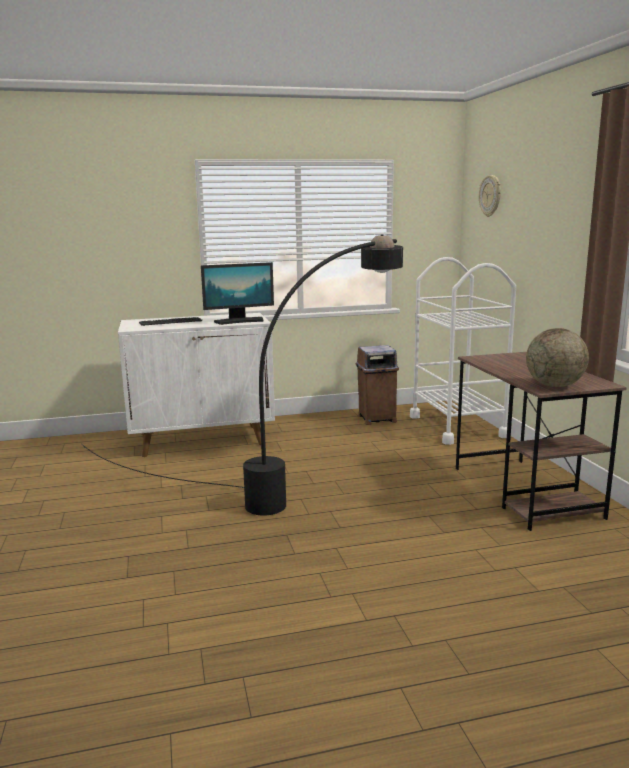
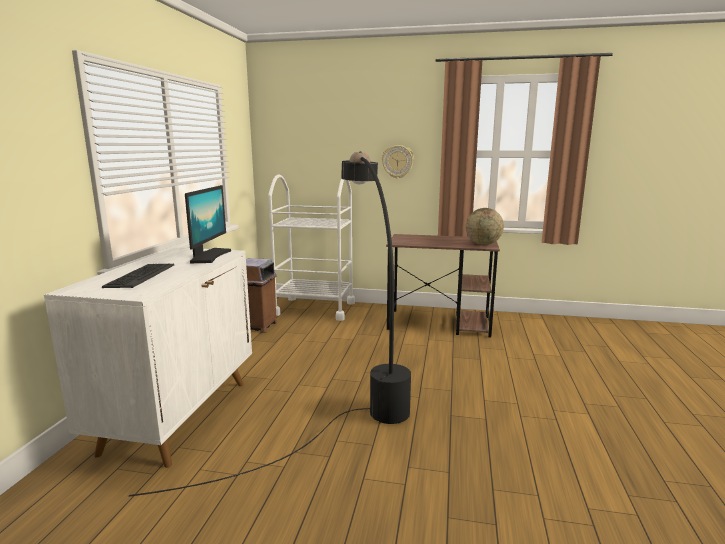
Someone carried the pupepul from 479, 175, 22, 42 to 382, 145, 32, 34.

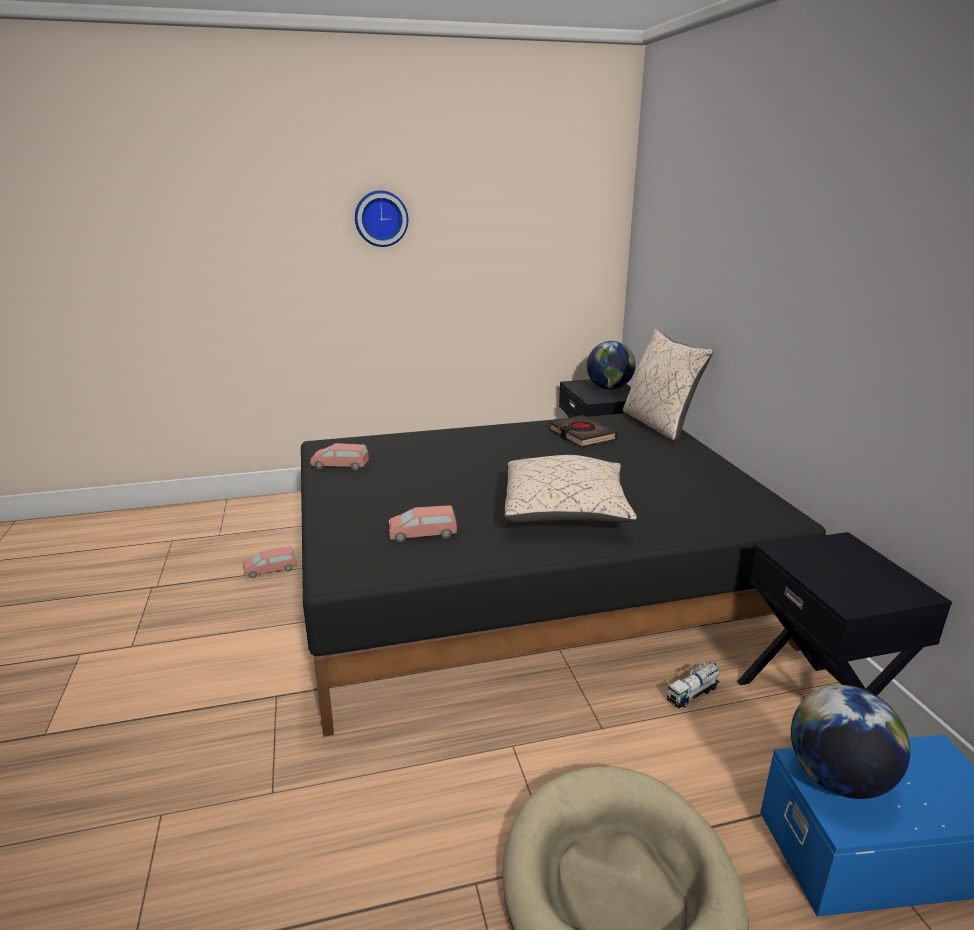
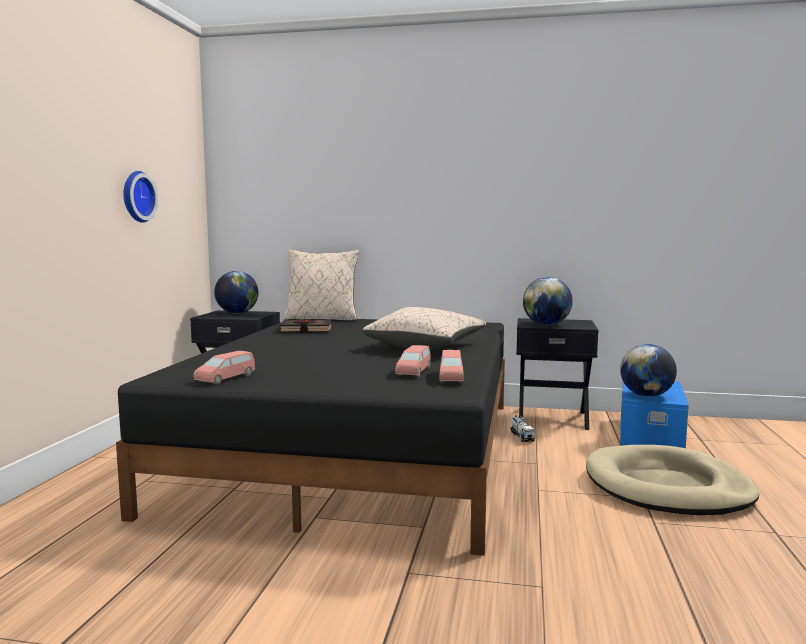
Someone put down the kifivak at 523, 277, 50, 48.
Someone carried the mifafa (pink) from 243, 546, 54, 32 to 439, 350, 25, 33.
Someone carried the pupepul from 355, 190, 53, 57 to 123, 171, 35, 52.

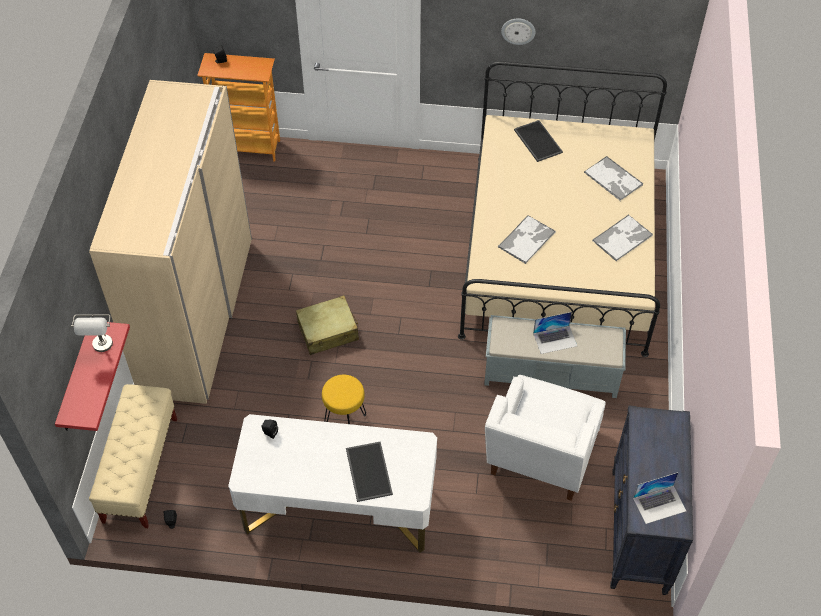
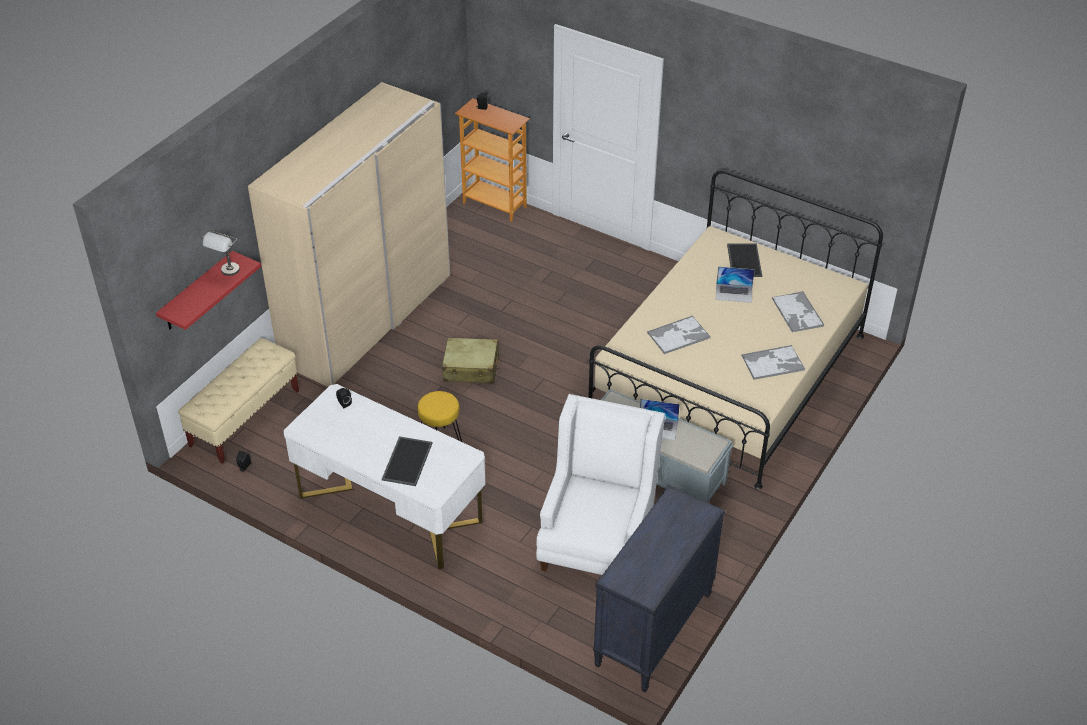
Someone took away the pupepul at 501, 18, 35, 27.
Someone carried the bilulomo from 633, 472, 53, 52 to 716, 266, 39, 37.
Someone rotated the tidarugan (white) at 485, 375, 121, 126 by 150 degrees clockwise.

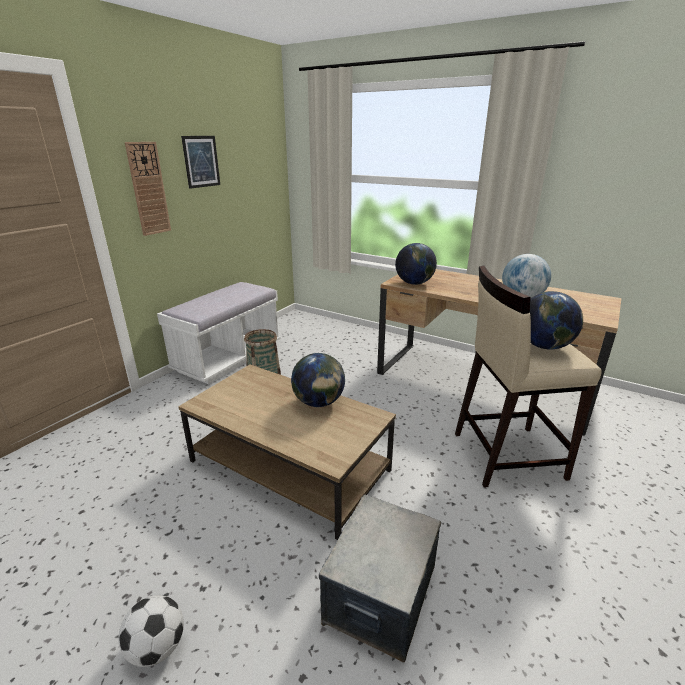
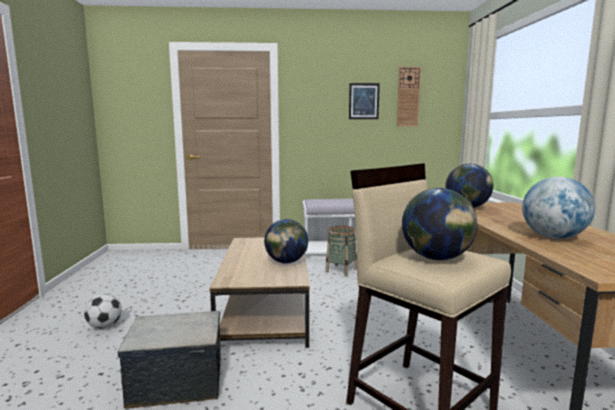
Someone carried the pupepul from 125, 142, 46, 94 to 397, 67, 24, 59.

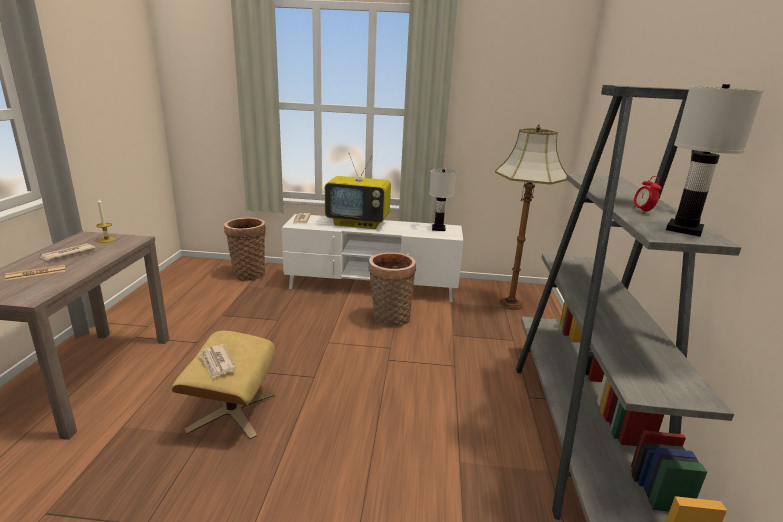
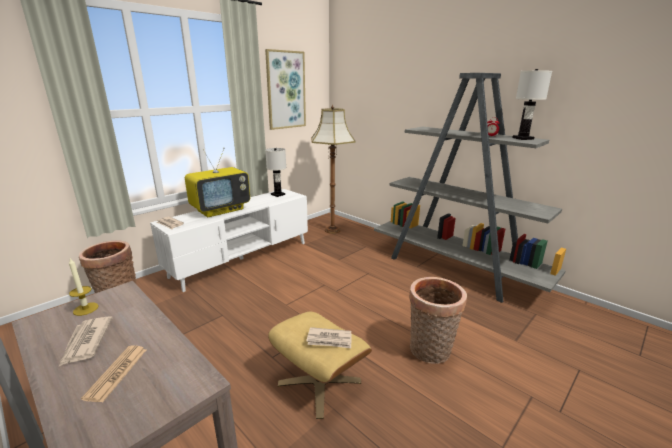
Someone put up the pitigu at 265, 49, 41, 81.
Someone carried the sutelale from 368, 252, 48, 75 to 409, 277, 58, 87.

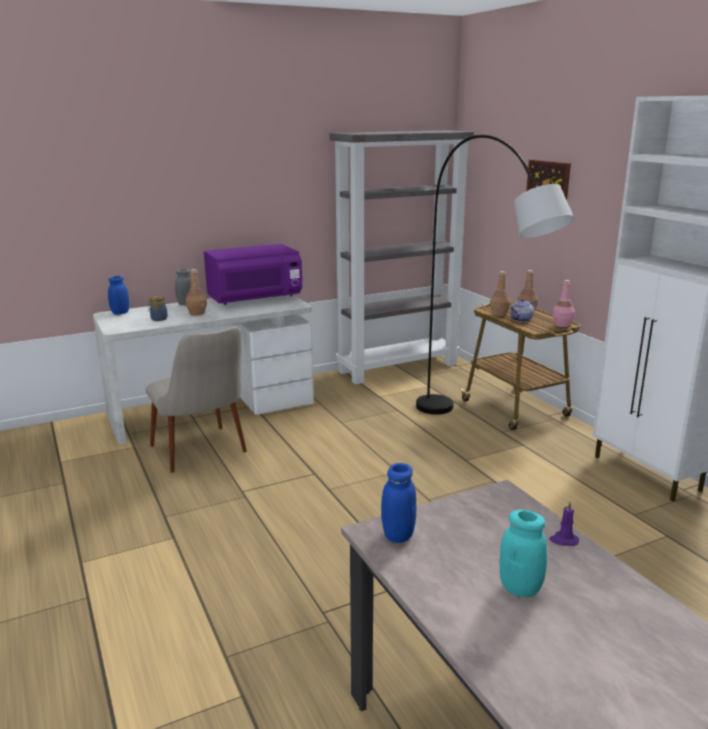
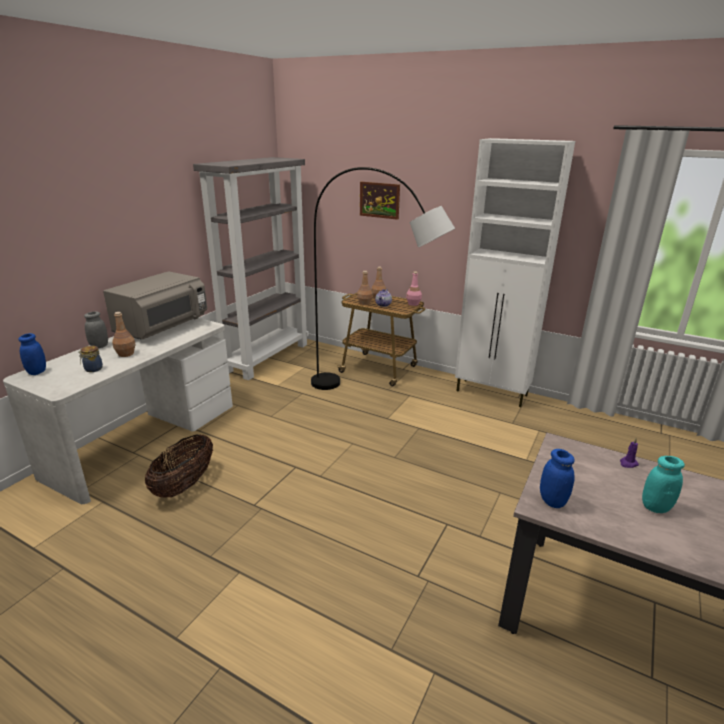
Someone swapped the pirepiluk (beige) at 146, 326, 101, 147 for the sutelale at 145, 435, 68, 63.
Someone repainted the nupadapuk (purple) at 204, 244, 98, 61, which became the nupadapuk (grey) at 103, 271, 104, 68.

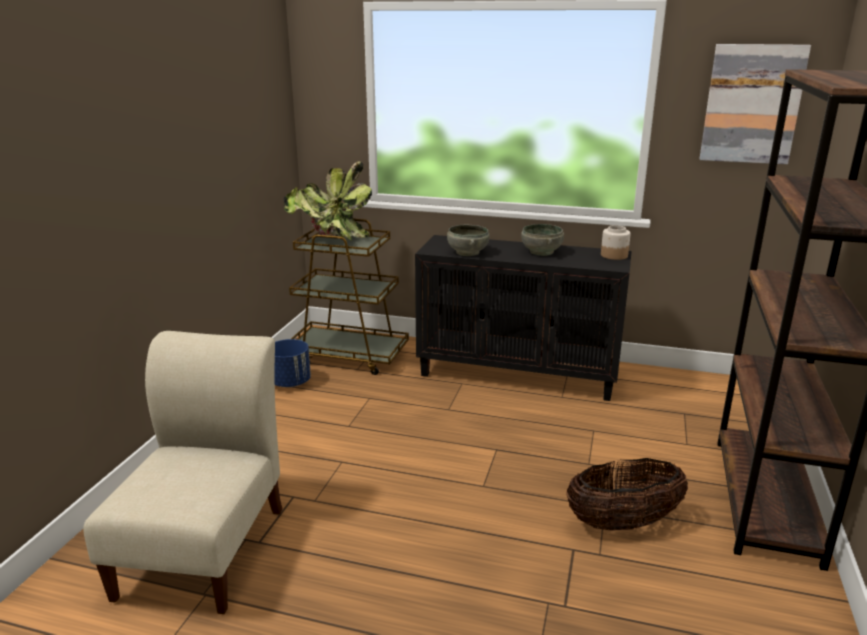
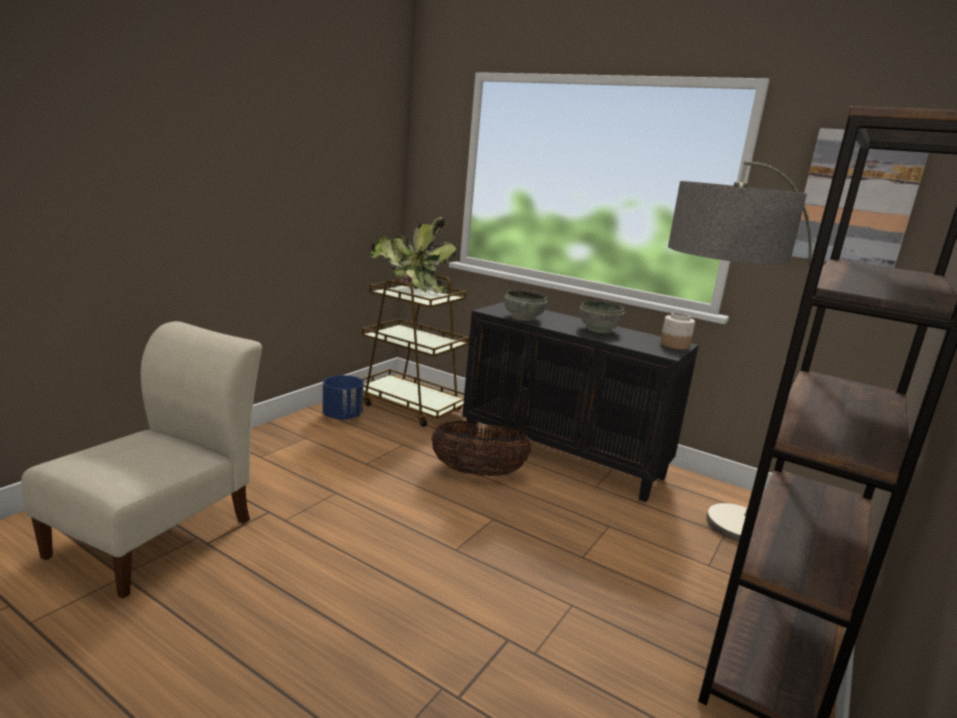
Someone put down the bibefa at 668, 161, 144, 381.
Someone carried the sutelale from 566, 458, 122, 73 to 431, 421, 101, 56.

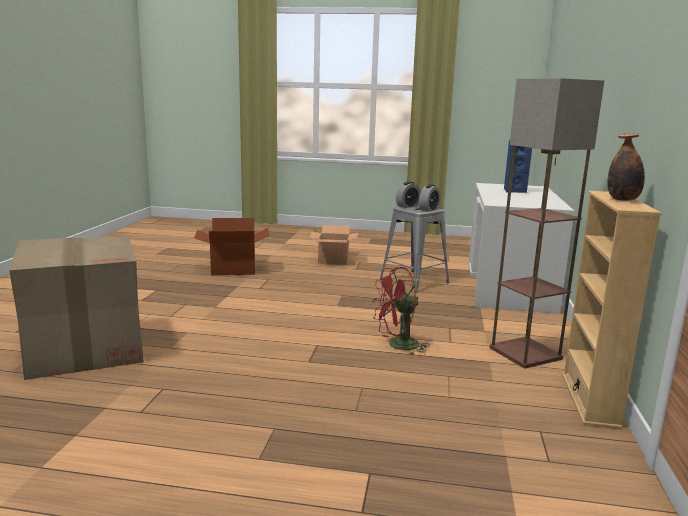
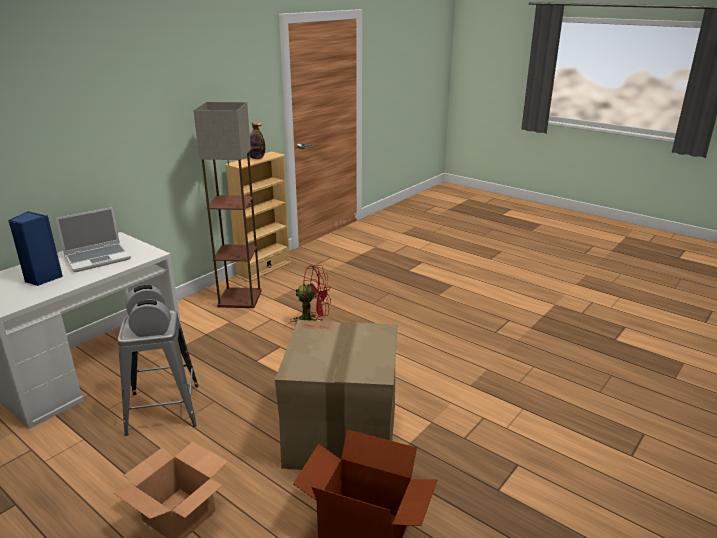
Someone put down the bilulomo at 56, 207, 75, 65.
Someone carried the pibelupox from 9, 236, 135, 144 to 275, 320, 123, 150.

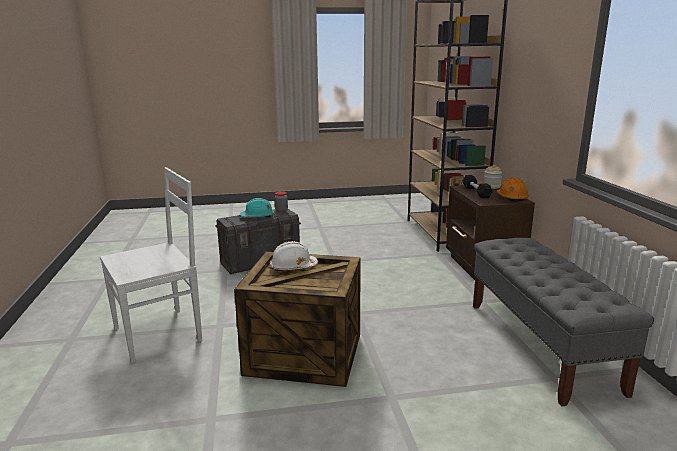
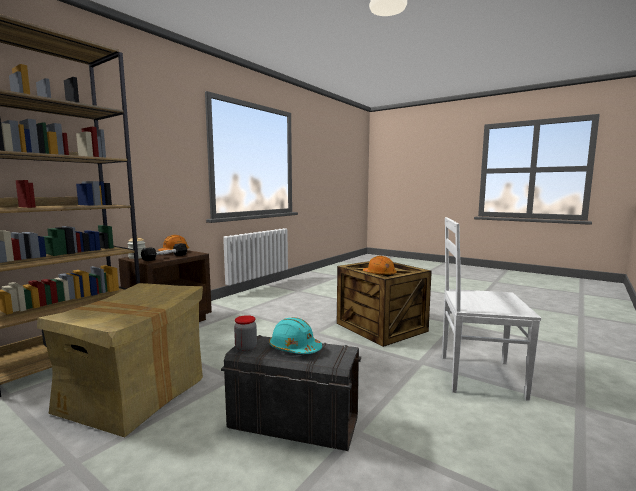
Someone took away the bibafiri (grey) at 473, 238, 181, 169.
Someone put down the pibelupox at 37, 283, 166, 154.
Someone repainted the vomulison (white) at 270, 241, 48, 30, which became the vomulison (orange) at 363, 256, 34, 21.

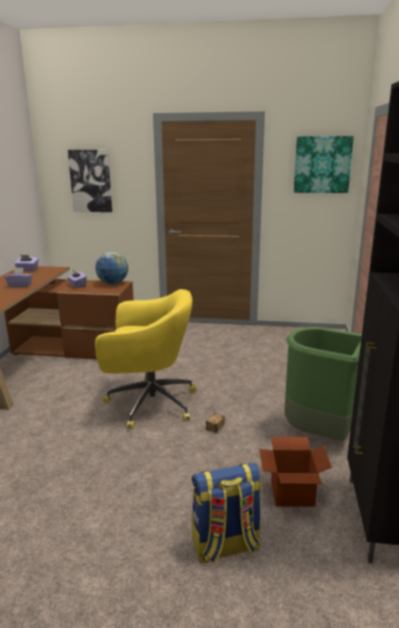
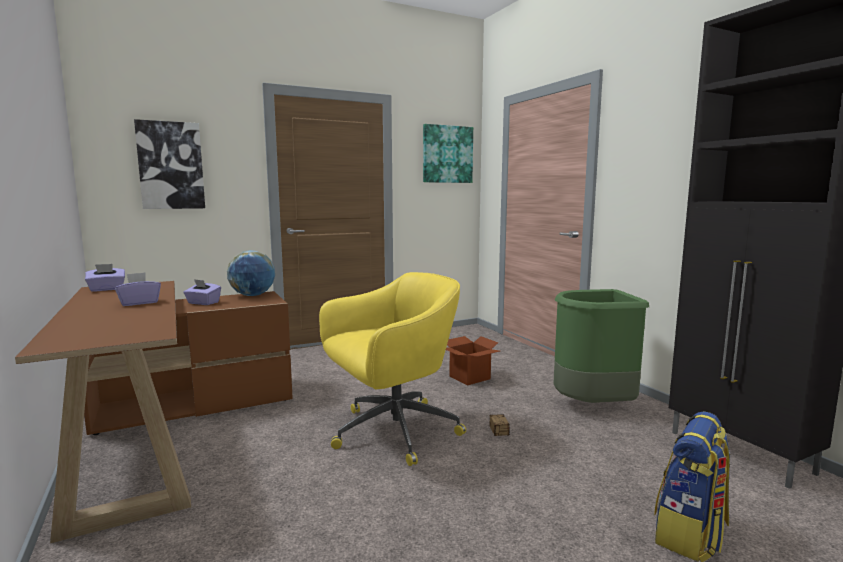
Someone carried the pibelupox from 259, 437, 73, 70 to 446, 336, 54, 49.

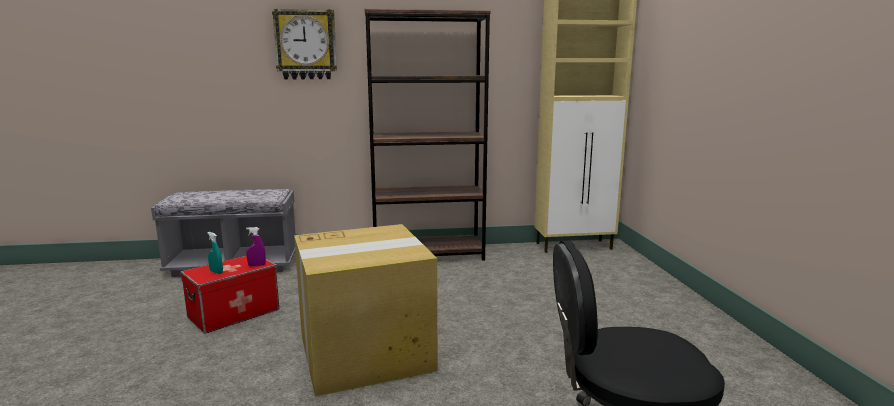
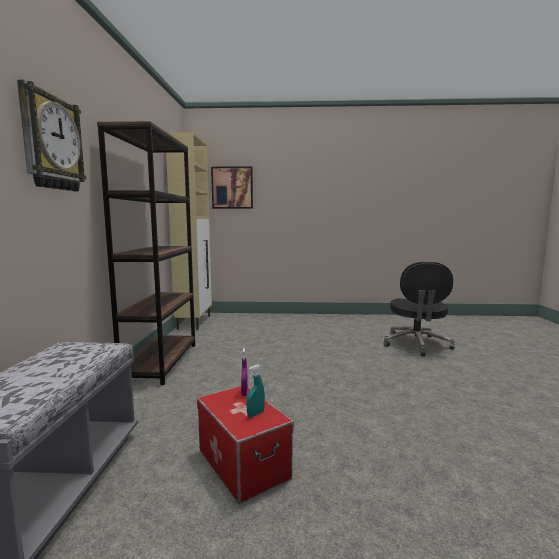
Someone took away the pibelupox at 294, 224, 144, 173.
Someone put up the pitigu at 211, 166, 42, 43.

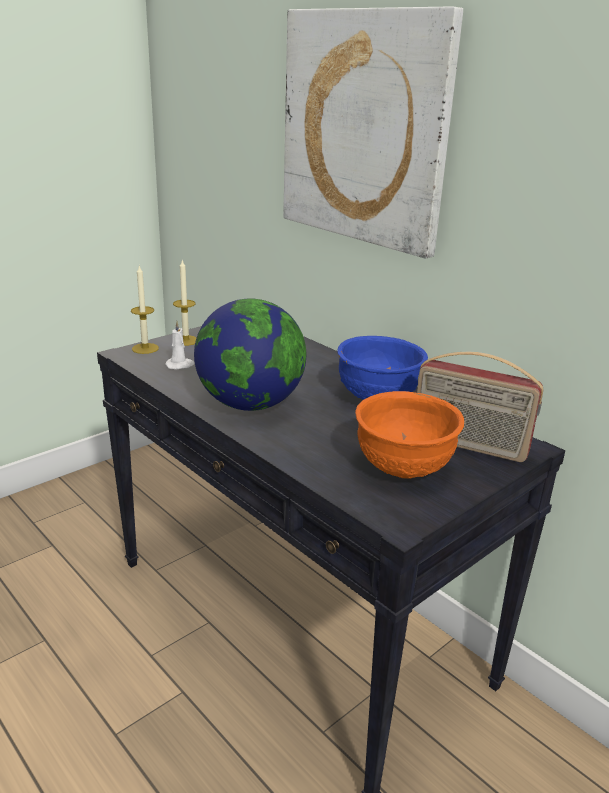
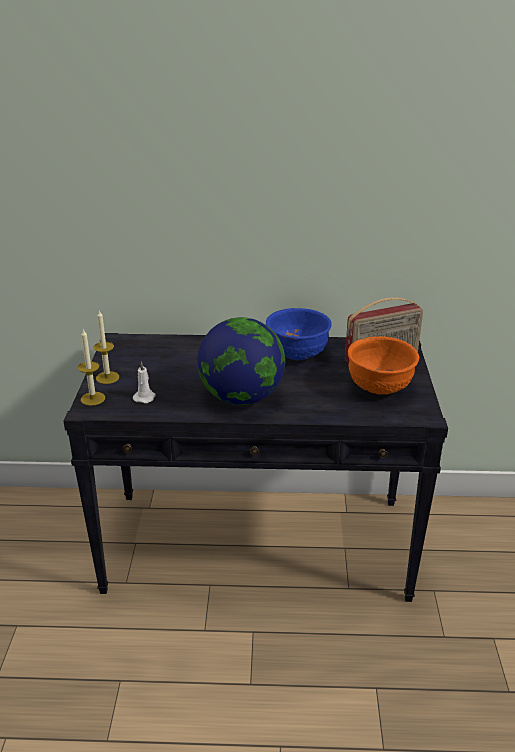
Someone took away the pitigu at 283, 6, 180, 252.

